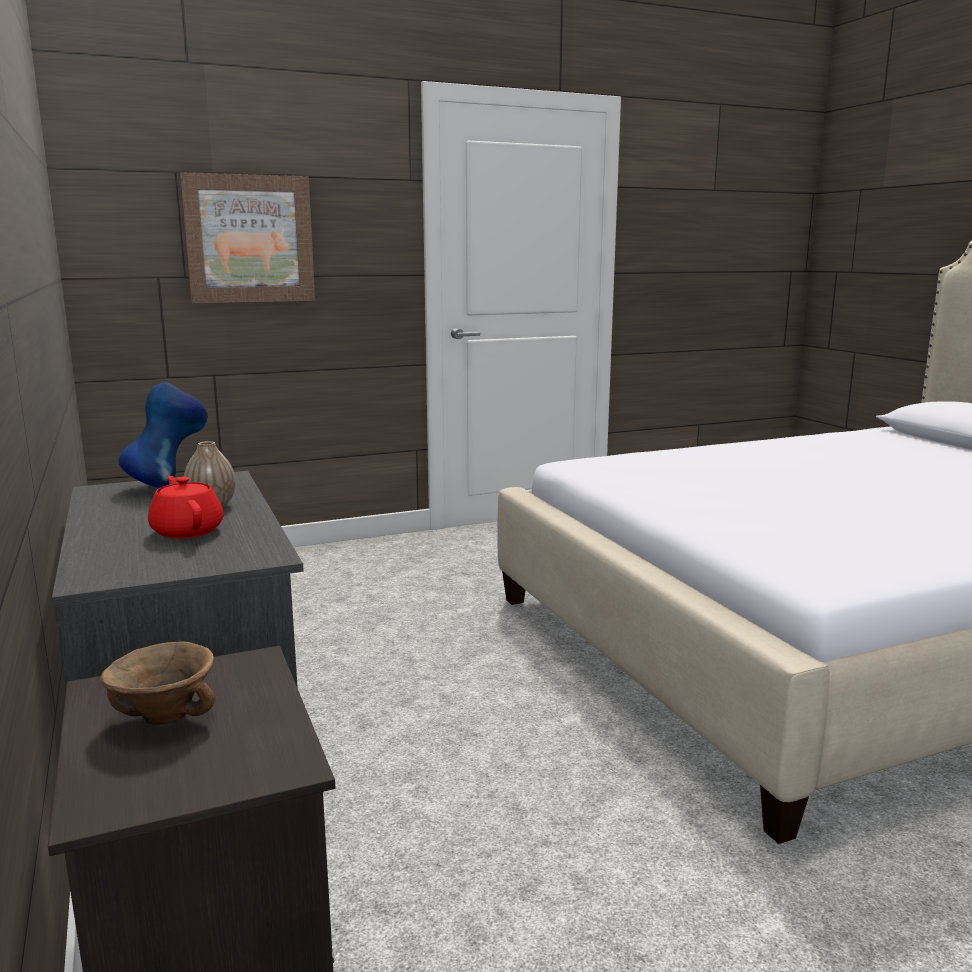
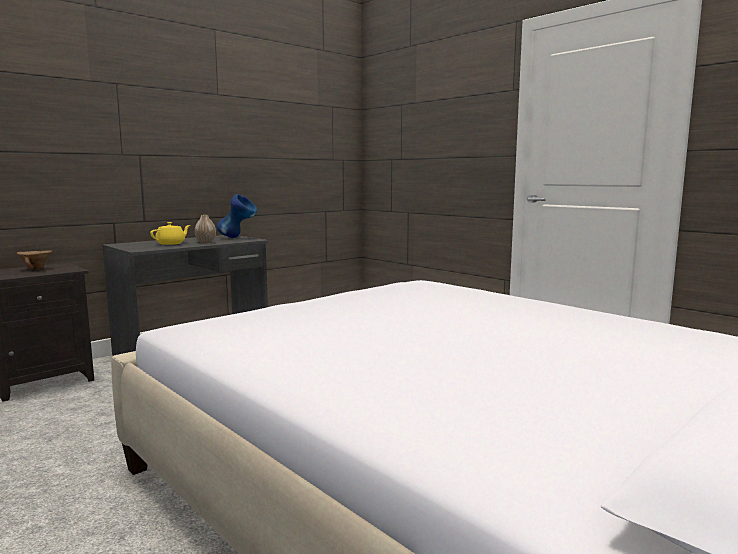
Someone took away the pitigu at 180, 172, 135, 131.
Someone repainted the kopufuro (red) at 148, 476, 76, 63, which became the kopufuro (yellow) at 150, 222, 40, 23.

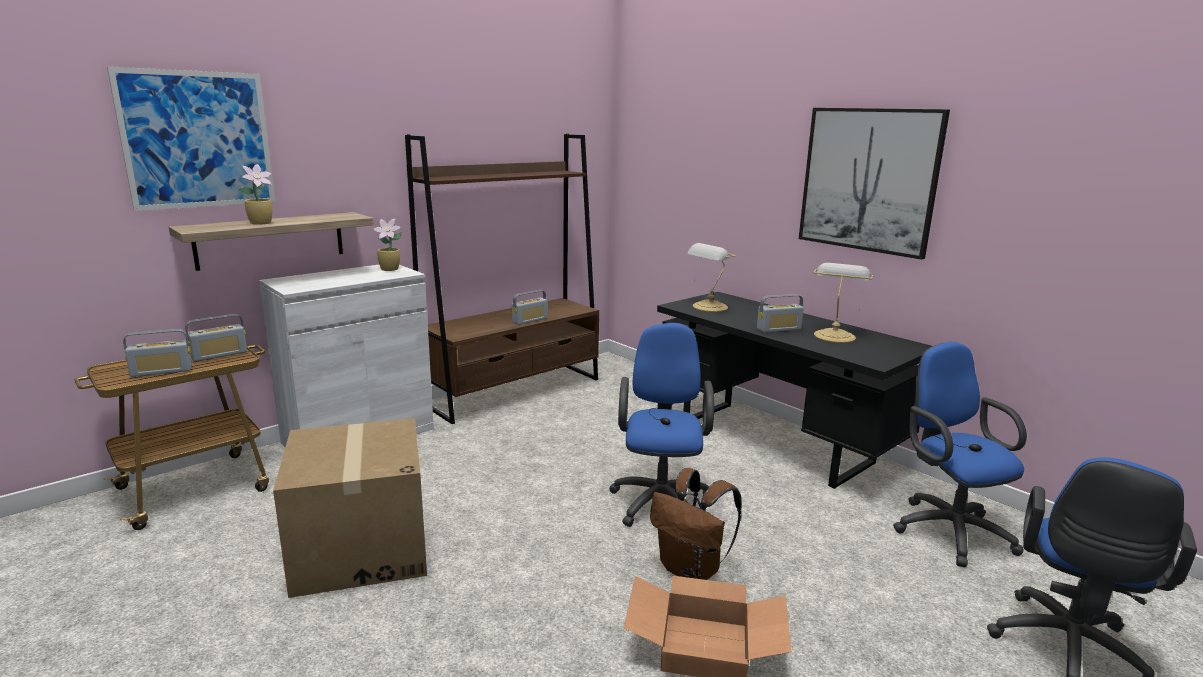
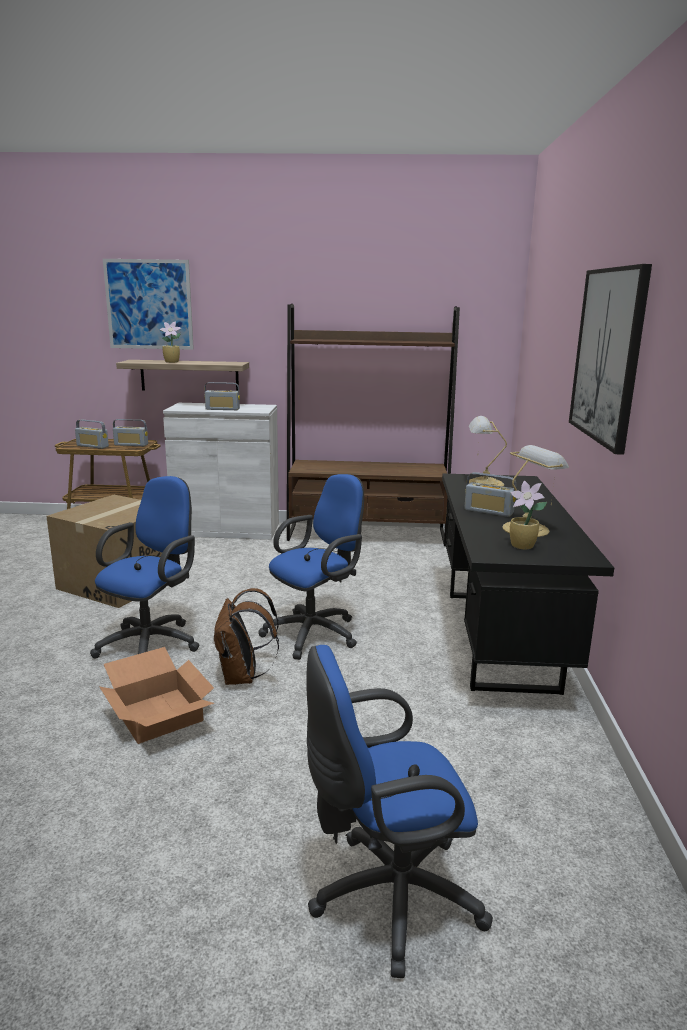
Someone carried the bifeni from 373, 219, 29, 52 to 510, 481, 37, 68.
Someone carried the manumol from 512, 290, 35, 35 to 204, 382, 36, 28.
Someone carried the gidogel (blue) from 893, 342, 134, 225 to 90, 476, 110, 183.

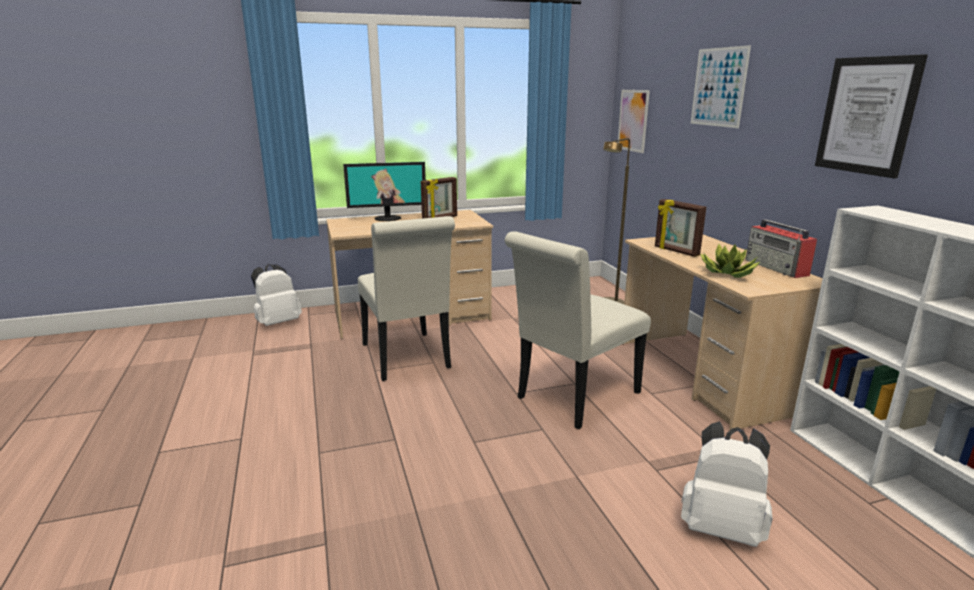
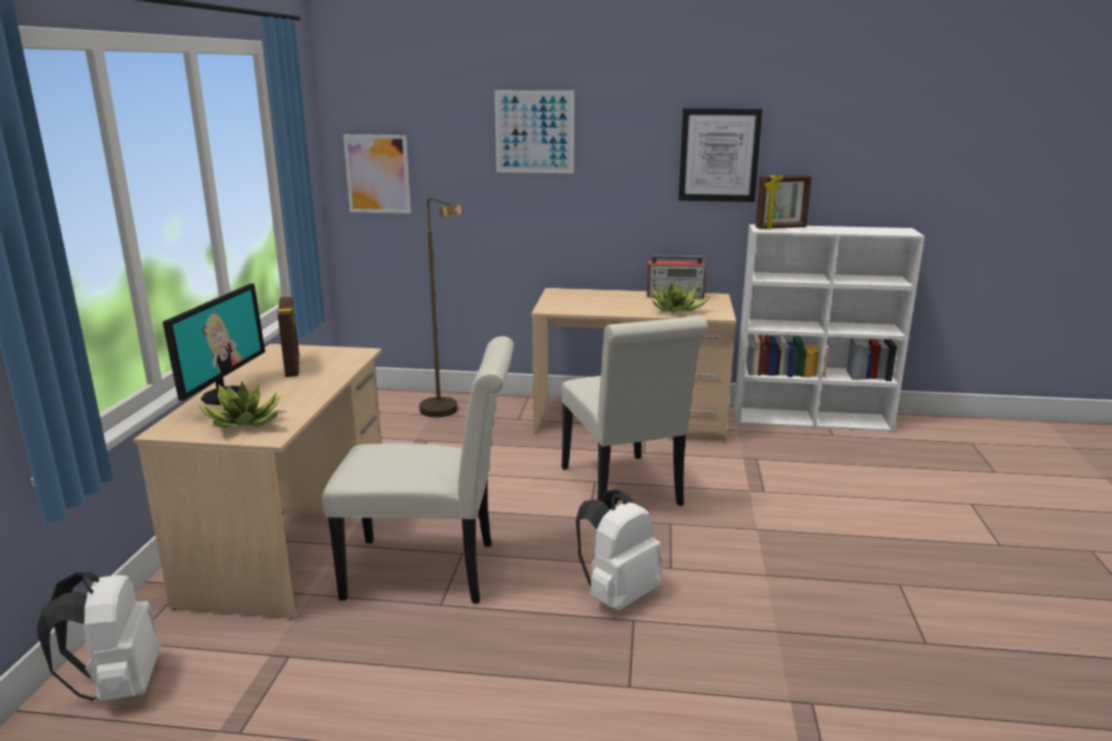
Someone put down the bifeni at 198, 382, 82, 47.
Someone carried the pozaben from 655, 199, 51, 58 to 756, 174, 56, 55.
Someone carried the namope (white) from 681, 421, 91, 126 to 576, 489, 85, 122.

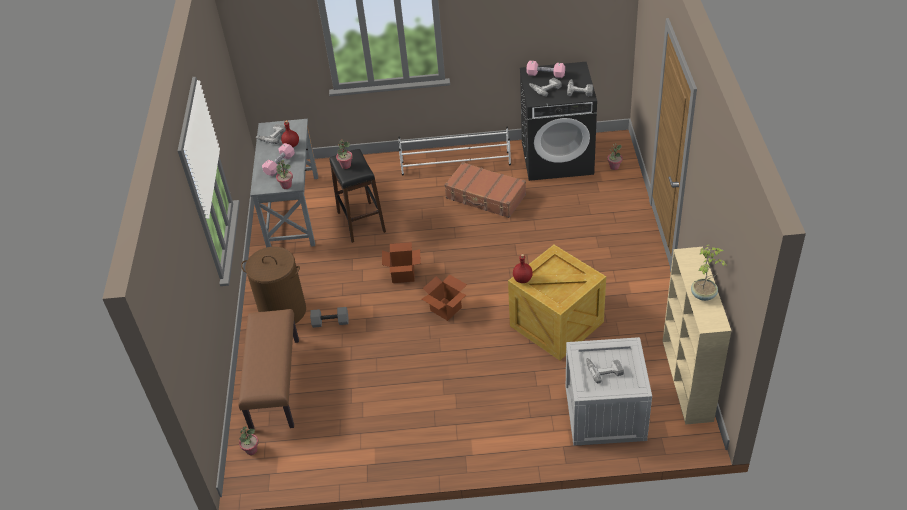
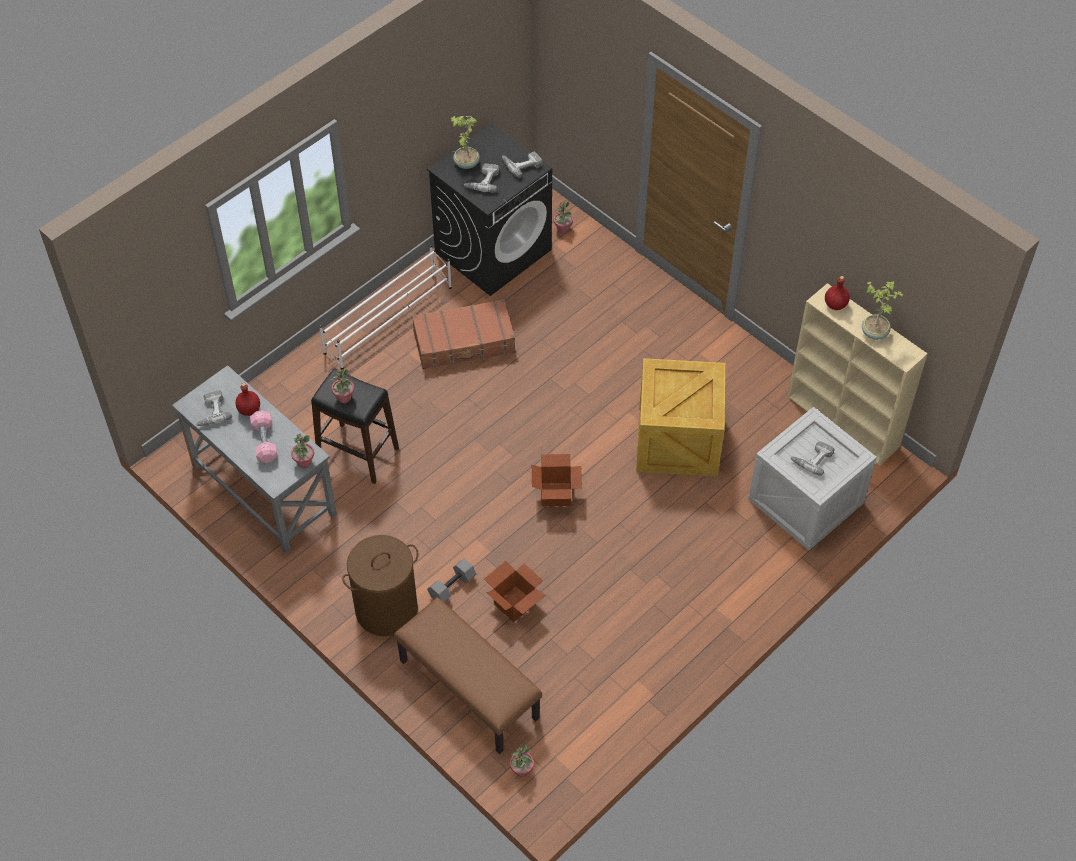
Someone carried the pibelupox from 382, 242, 39, 41 to 484, 561, 61, 61.
Someone carried the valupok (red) from 513, 254, 20, 29 to 825, 276, 25, 34.
Someone swapped the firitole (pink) at 526, 61, 39, 17 for the bifeni at 451, 116, 29, 53.

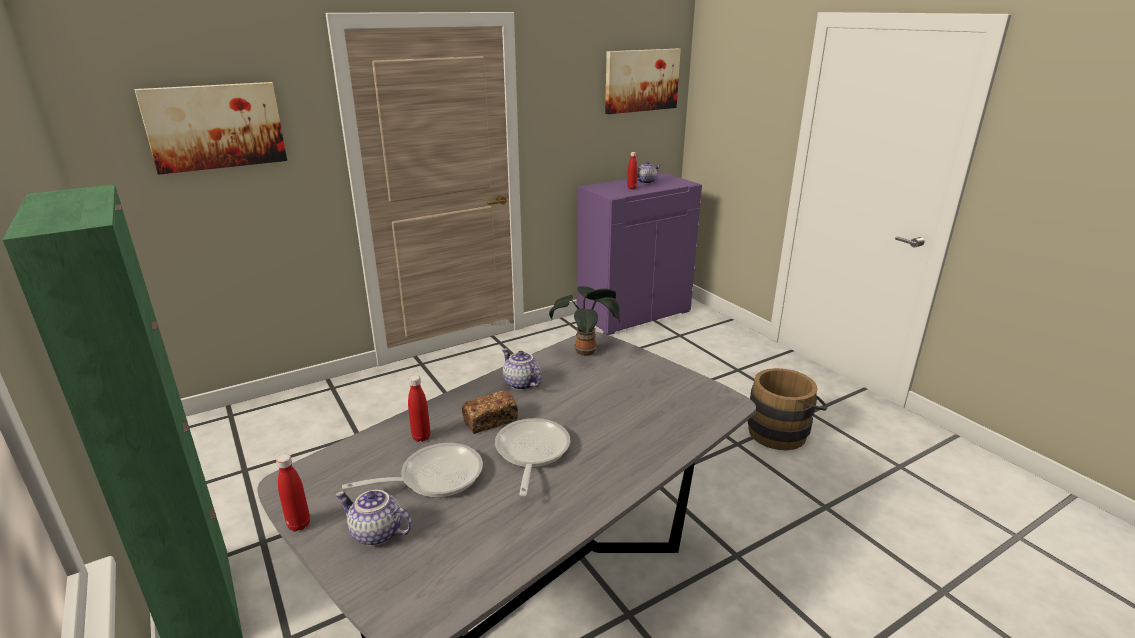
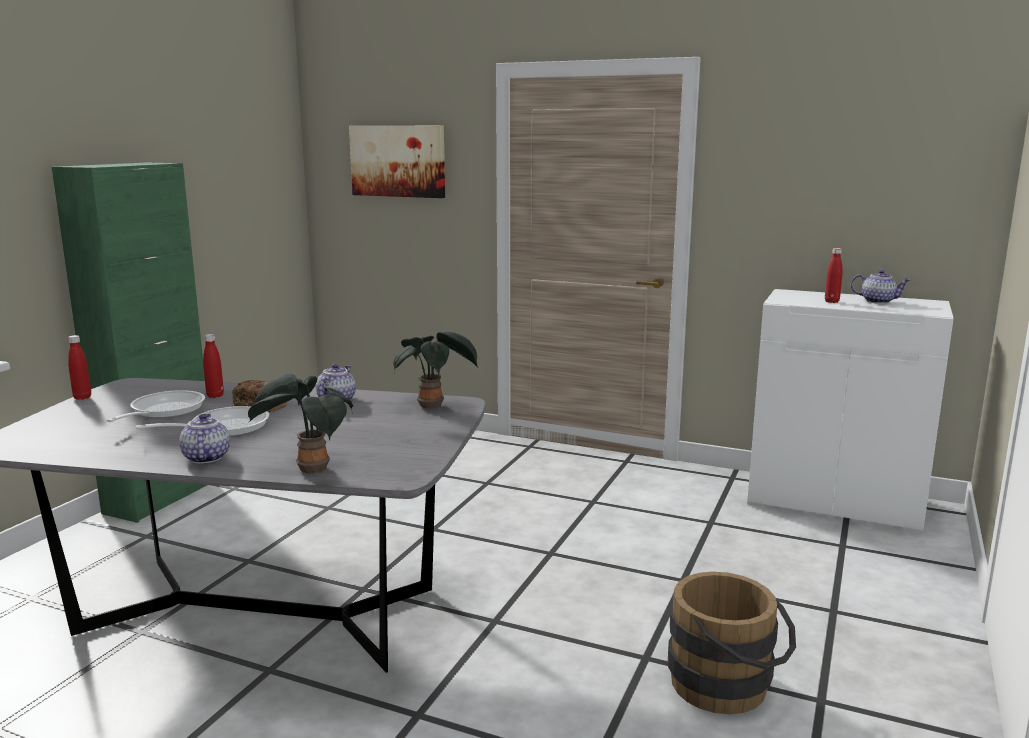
Someone took away the pitigu at 605, 49, 76, 65.
Someone put down the bifeni at 248, 373, 105, 101.
Someone carried the kopufuro from 335, 490, 77, 56 to 180, 413, 50, 51.
Someone repainted the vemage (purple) at 577, 173, 125, 162, which became the vemage (white) at 747, 289, 207, 244.
Someone rotated the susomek at 342, 443, 141, 55 by 105 degrees counterclockwise.

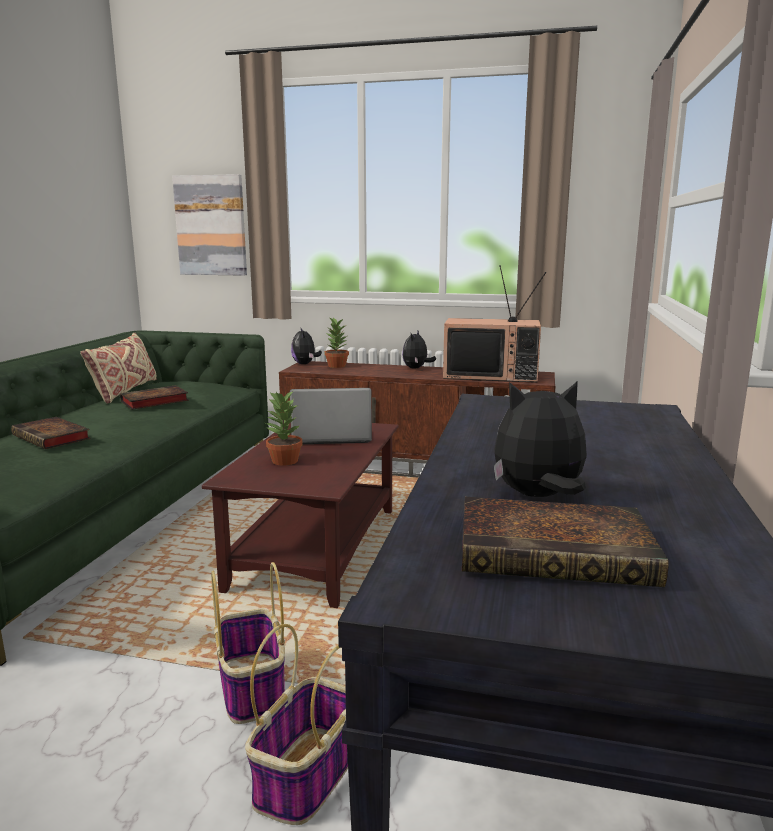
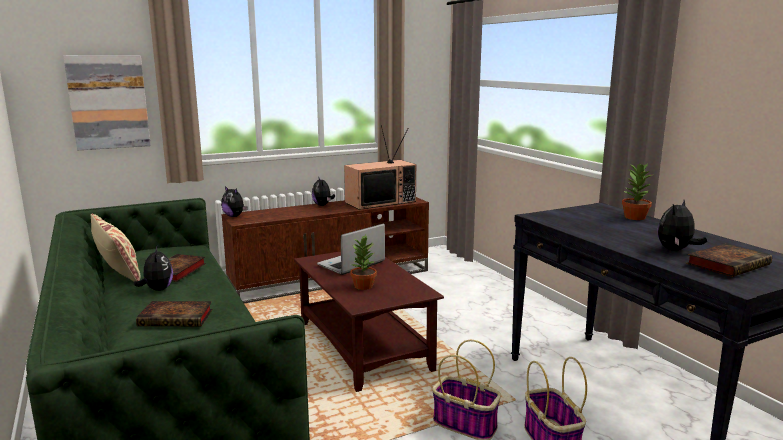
Someone put down the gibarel at 134, 247, 39, 44.
Someone carried the bifeni from 325, 316, 24, 52 to 622, 163, 32, 57.

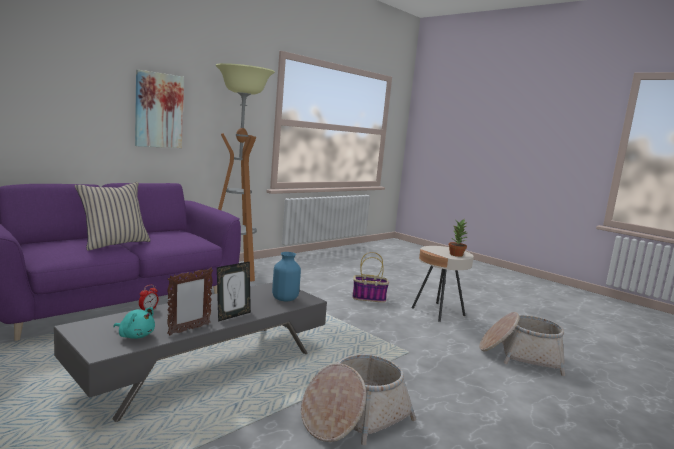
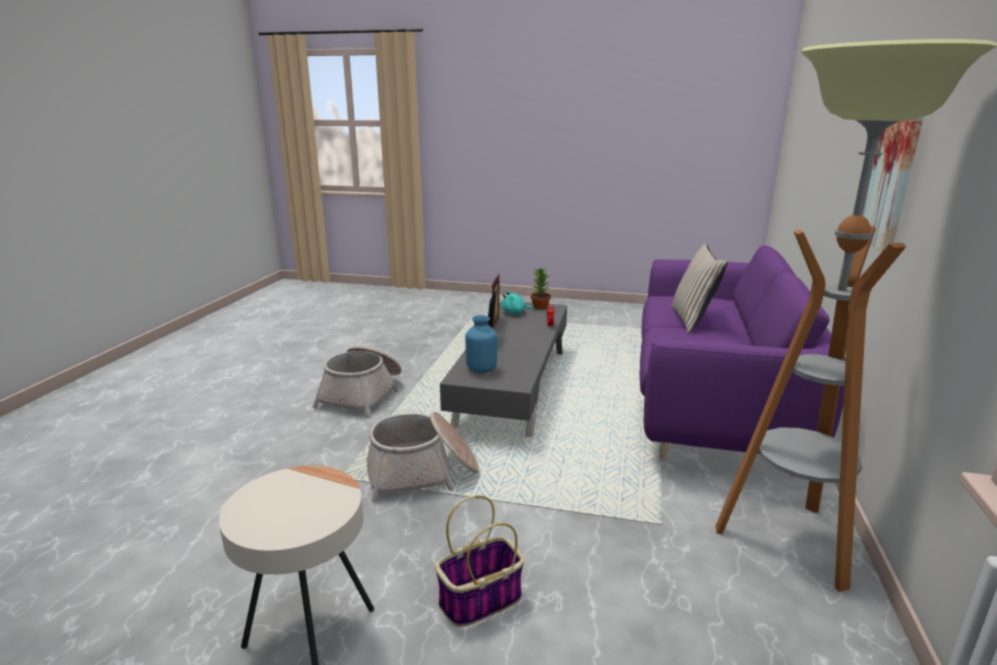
Someone carried the bifeni from 448, 219, 20, 38 to 530, 267, 21, 42.
Someone carried the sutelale from 479, 312, 86, 64 to 366, 412, 113, 91.

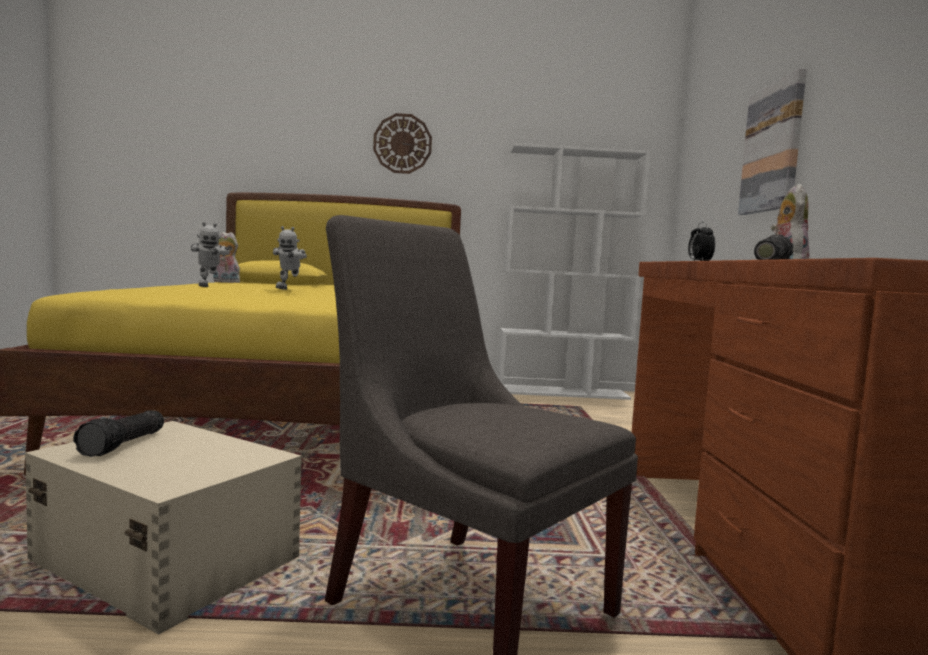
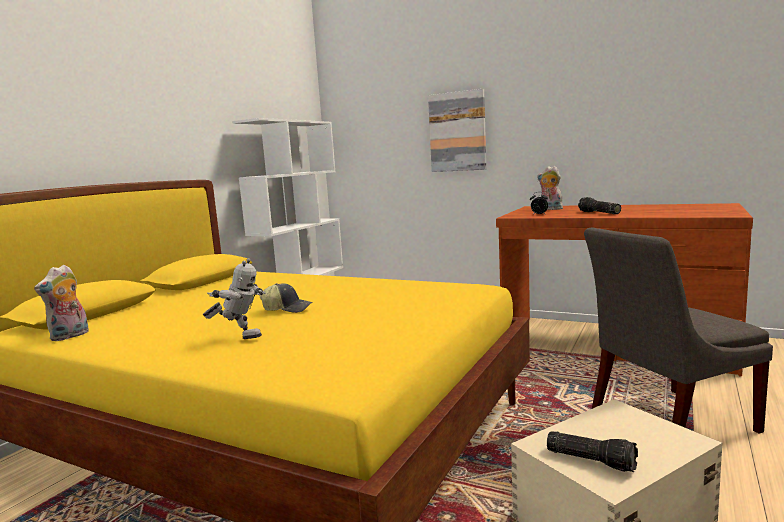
Someone took away the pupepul at 373, 113, 59, 61.
Someone swapped the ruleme at 273, 226, 34, 64 for the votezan at 260, 283, 53, 30.

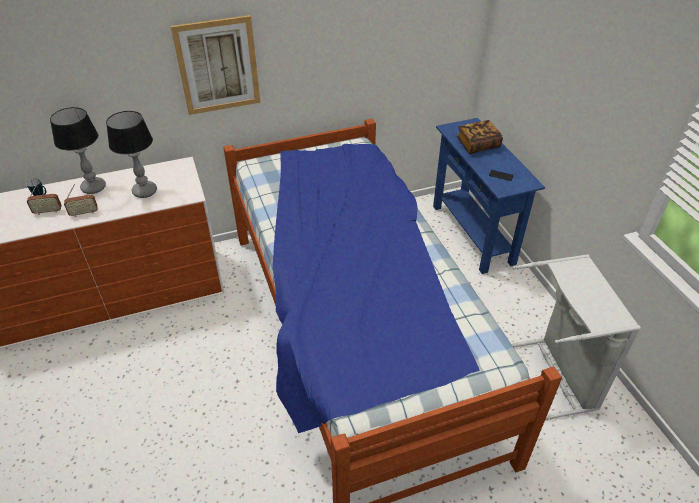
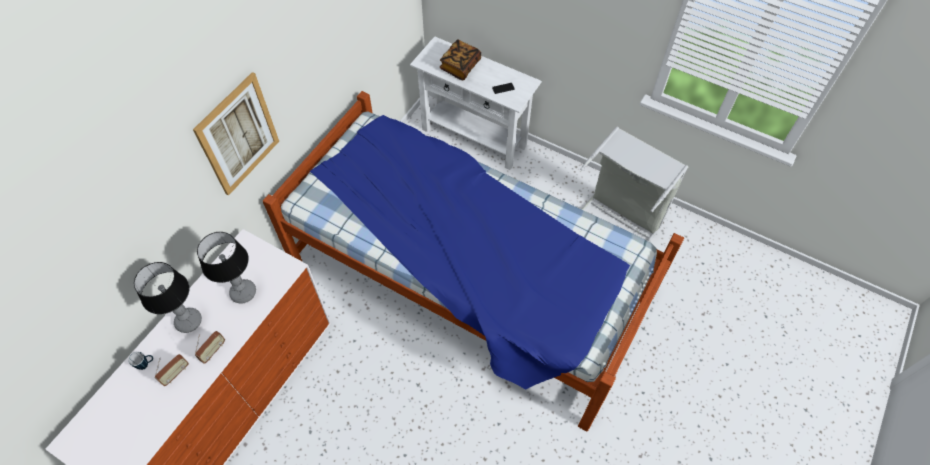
Someone repainted the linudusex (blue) at 433, 118, 112, 156, which became the linudusex (white) at 410, 36, 132, 134.

